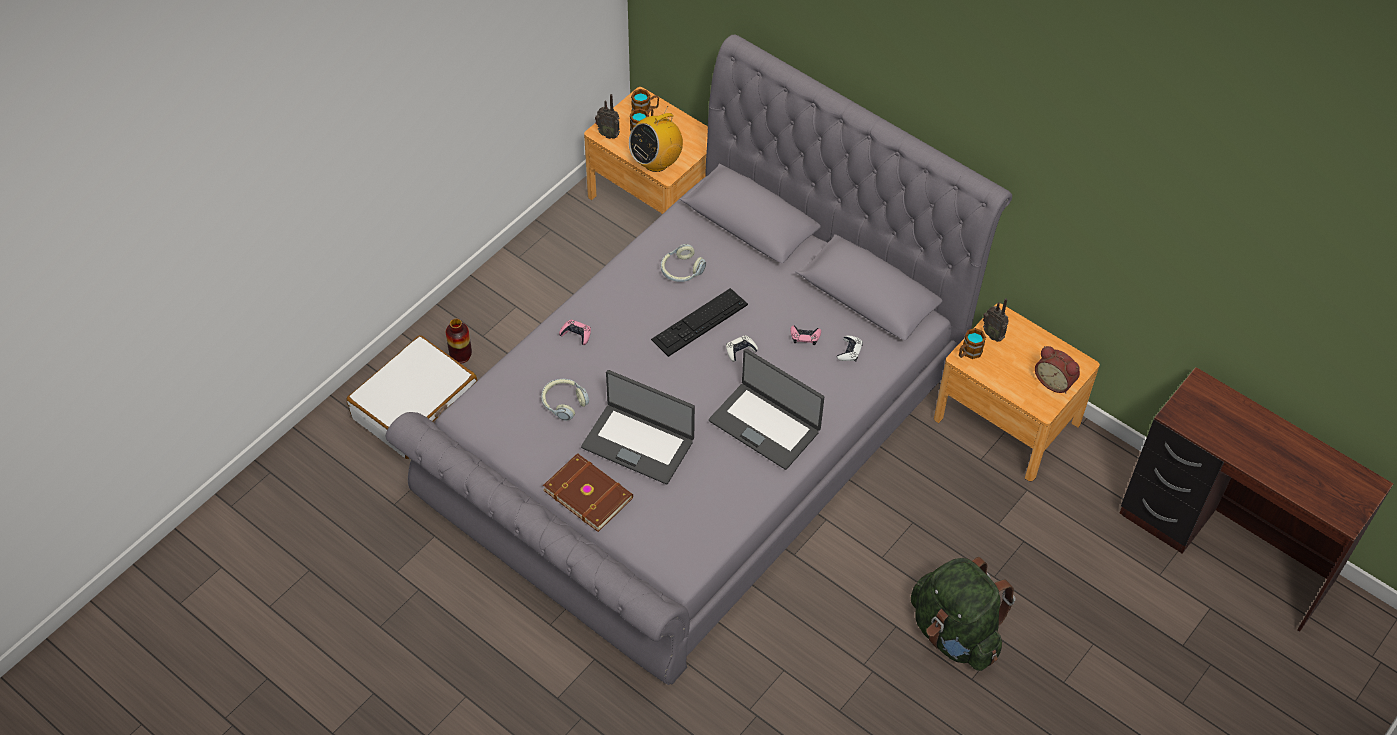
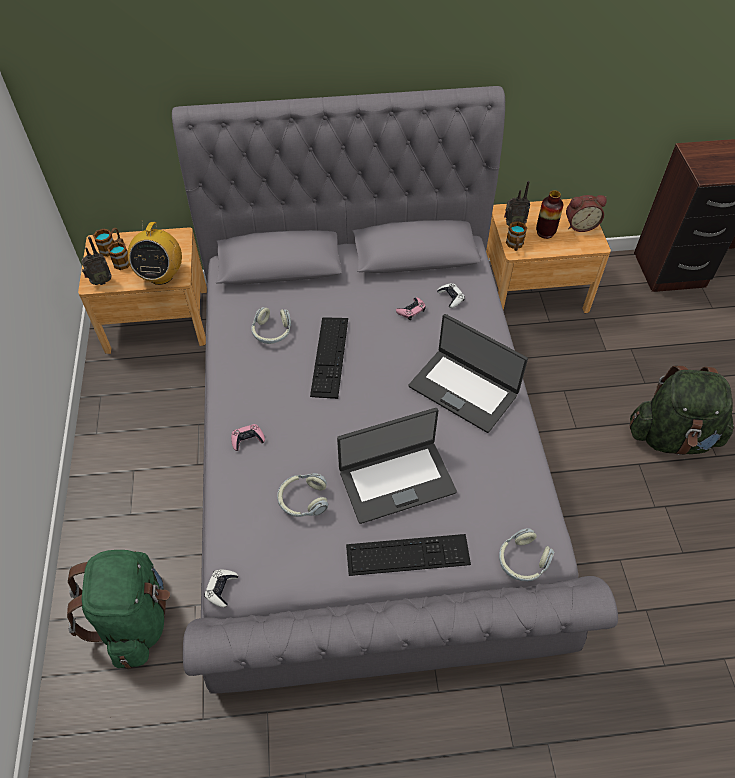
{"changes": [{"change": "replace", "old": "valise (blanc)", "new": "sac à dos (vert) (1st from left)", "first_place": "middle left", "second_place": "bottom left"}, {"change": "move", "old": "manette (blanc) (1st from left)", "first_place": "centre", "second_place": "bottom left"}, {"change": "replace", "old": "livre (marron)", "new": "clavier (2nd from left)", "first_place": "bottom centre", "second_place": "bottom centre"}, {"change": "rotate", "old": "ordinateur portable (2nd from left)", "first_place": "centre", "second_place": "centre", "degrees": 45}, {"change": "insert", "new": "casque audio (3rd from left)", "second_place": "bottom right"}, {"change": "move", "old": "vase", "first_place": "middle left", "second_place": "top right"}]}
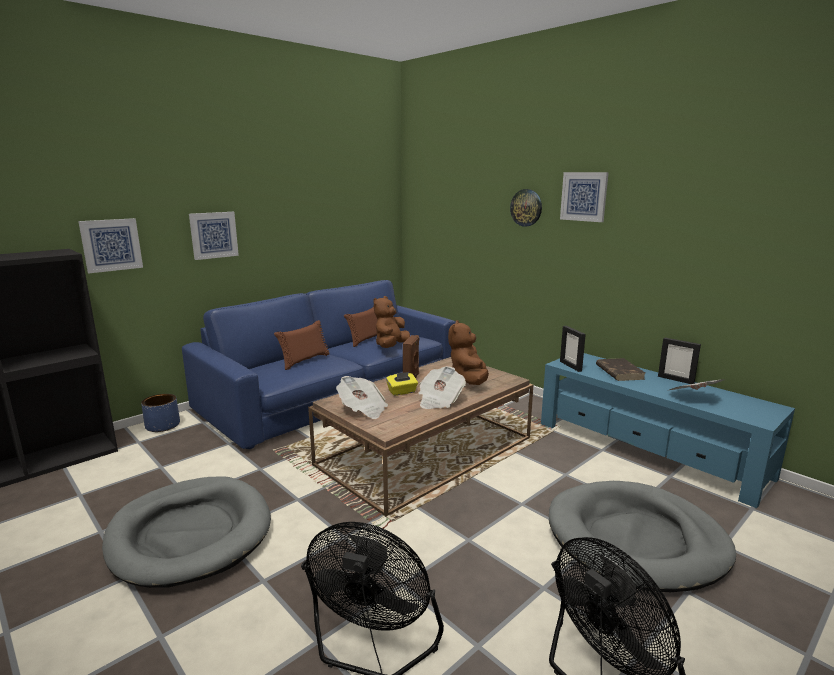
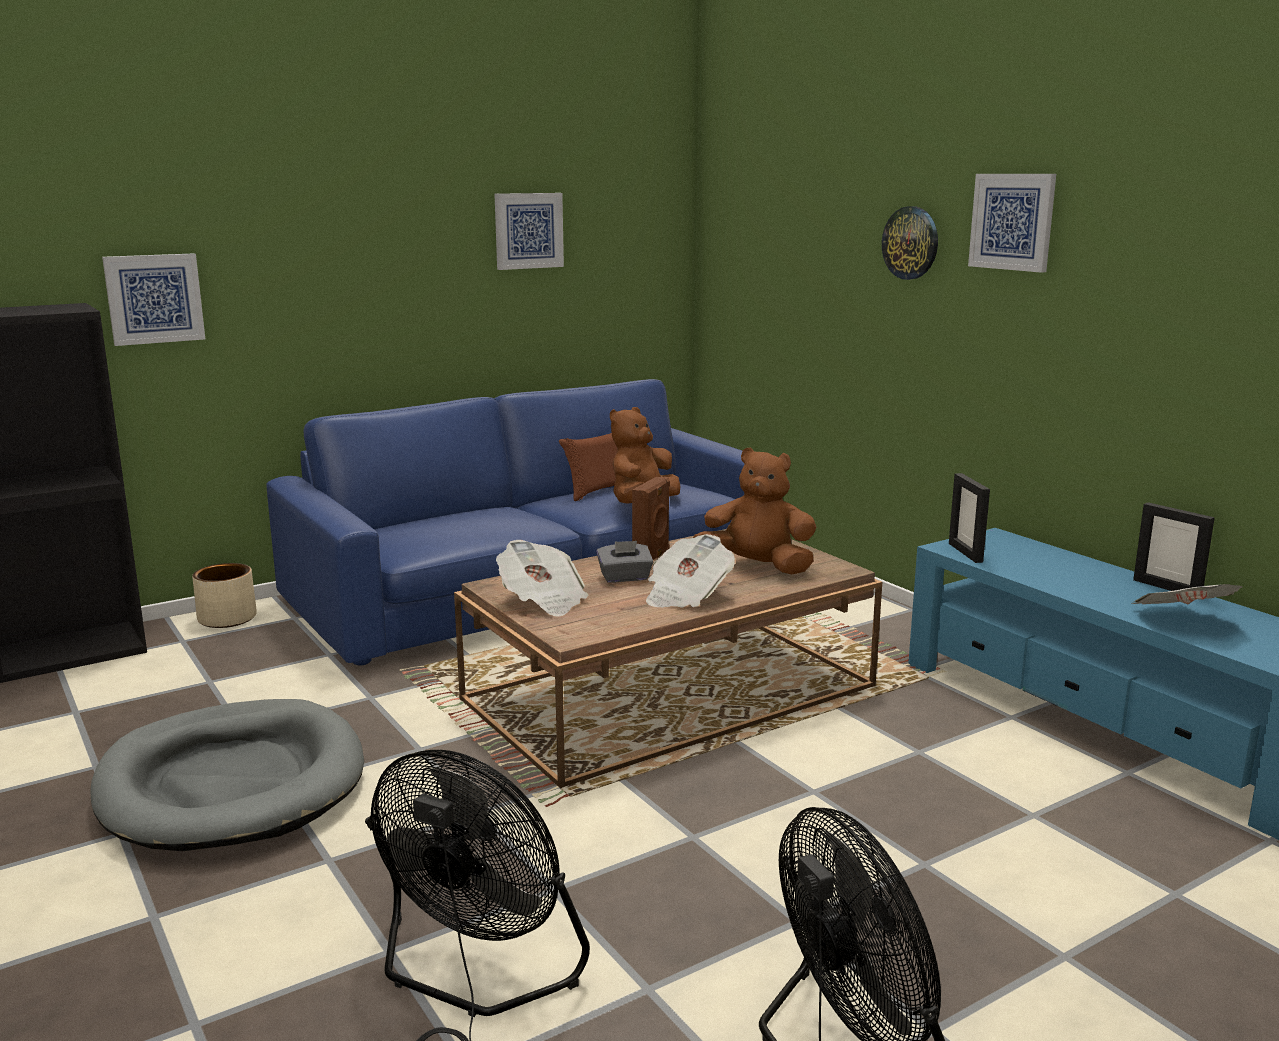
{"changes": [{"change": "recolor", "old": "cache-pot (bleu)", "new": "cache-pot (beige)", "first_place": "middle left", "second_place": "middle left"}, {"change": "move", "old": "tableau (2nd from left)", "first_place": "middle left", "second_place": "top centre"}, {"change": "recolor", "old": "boîte à mouchoirs (jaune)", "new": "boîte à mouchoirs (gris)", "first_place": "centre", "second_place": "centre"}, {"change": "rotate", "old": "peluche (marron) (2nd from left)", "first_place": "centre", "second_place": "centre", "degrees": 90}, {"change": "delete", "old": "coussin (marron) (1st from left)", "first_place": "centre"}, {"change": "delete", "old": "panier pour chien (gris) (2nd from left)", "first_place": "bottom right"}, {"change": "delete", "old": "livre (marron)", "first_place": "middle right"}]}
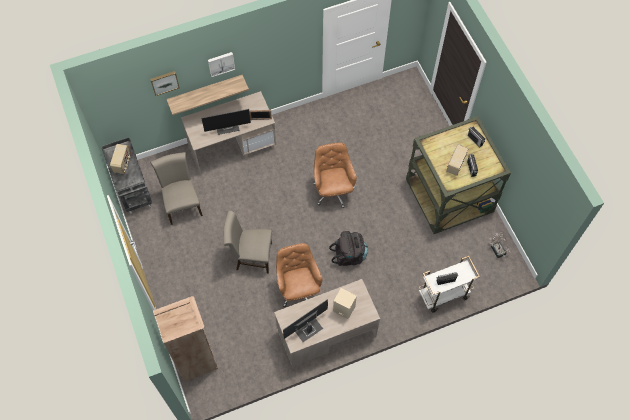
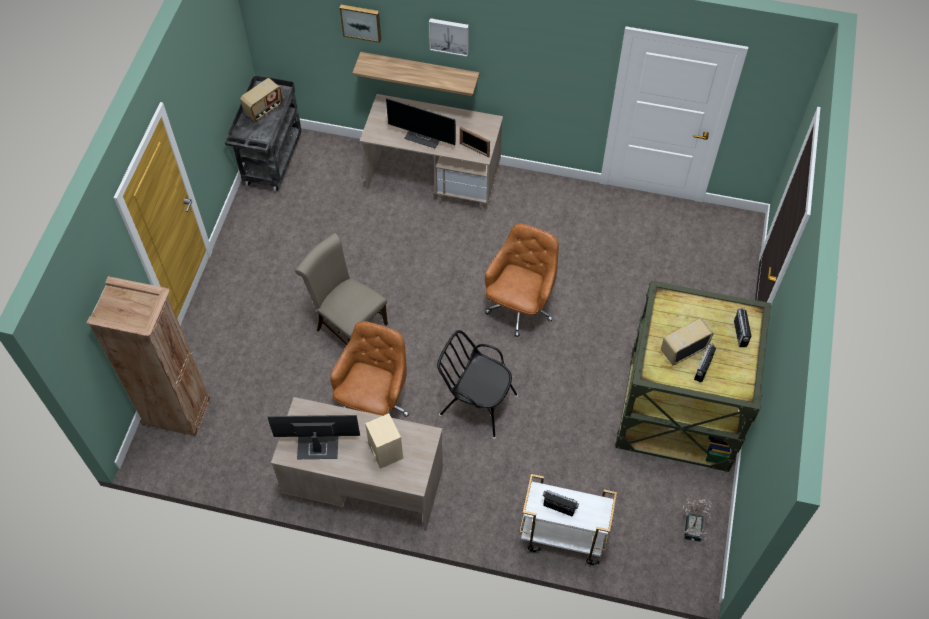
{"changes": [{"change": "replace", "old": "sac à dos (noir)", "new": "chaise (noir)", "first_place": "centre", "second_place": "centre"}, {"change": "delete", "old": "chaise (beige) (1st from left)", "first_place": "middle left"}]}
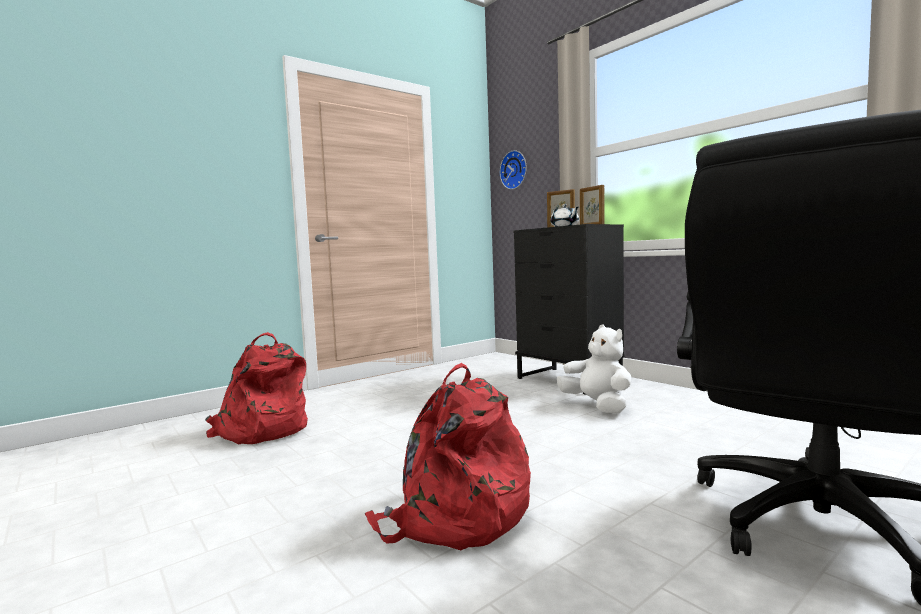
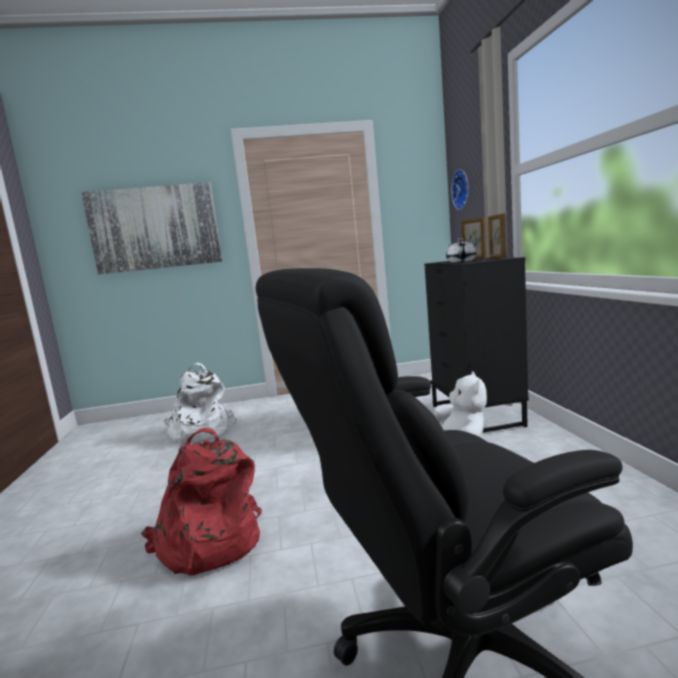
{"changes": [{"change": "insert", "new": "tableau", "second_place": "middle left"}, {"change": "recolor", "old": "sac à dos (rouge) (1st from left)", "new": "sac à dos (blanc)", "first_place": "middle left", "second_place": "middle left"}]}
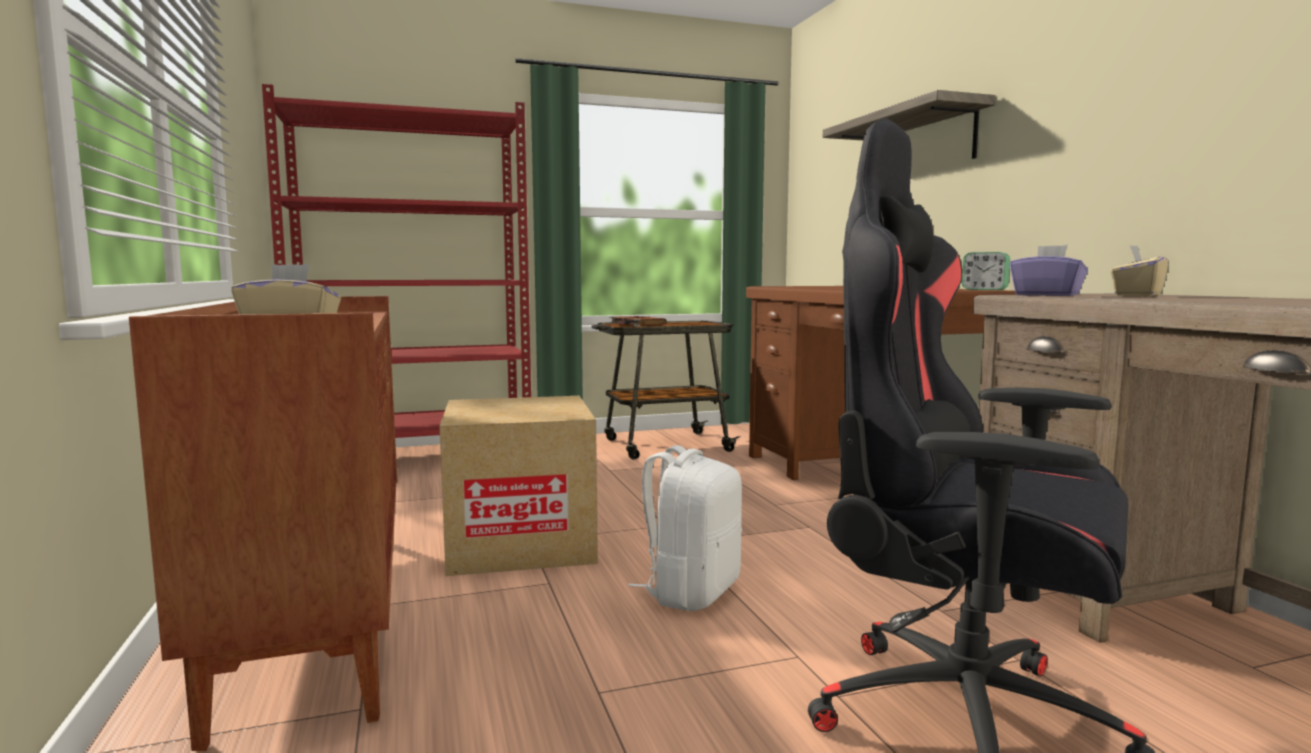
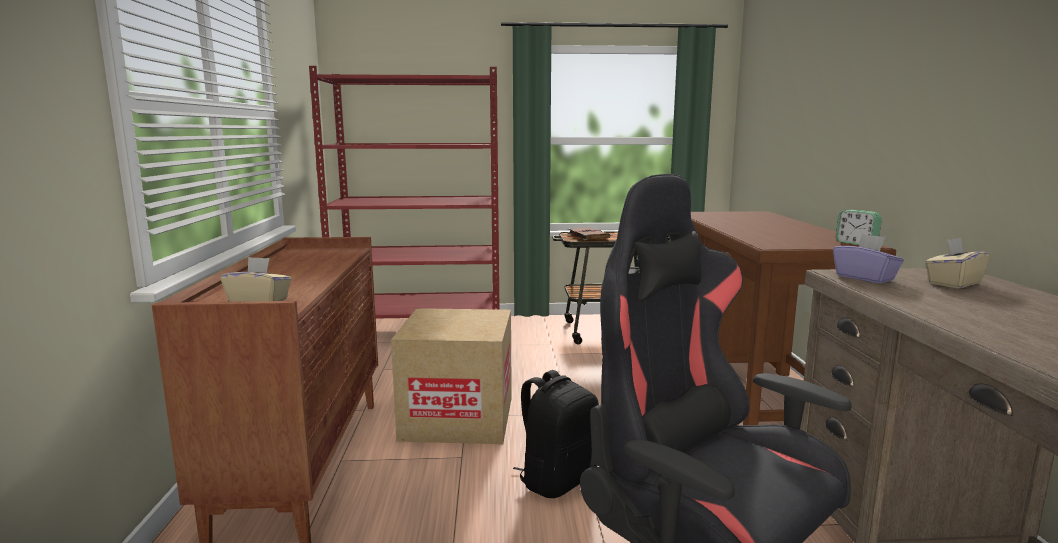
{"changes": [{"change": "recolor", "old": "sac à dos (blanc)", "new": "sac à dos (noir)", "first_place": "bottom centre", "second_place": "bottom centre"}, {"change": "delete", "old": "étagère", "first_place": "top right"}]}
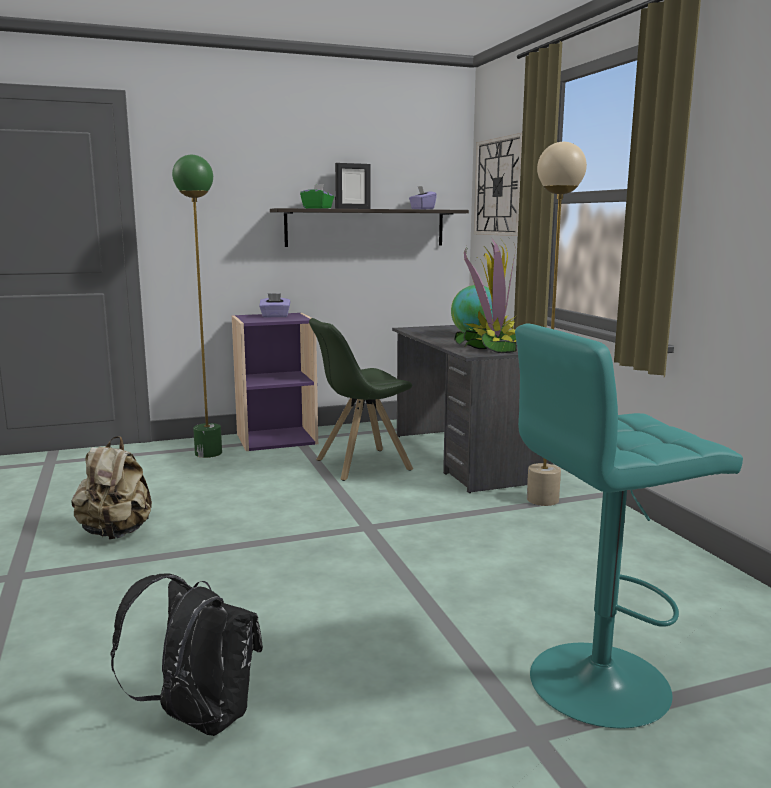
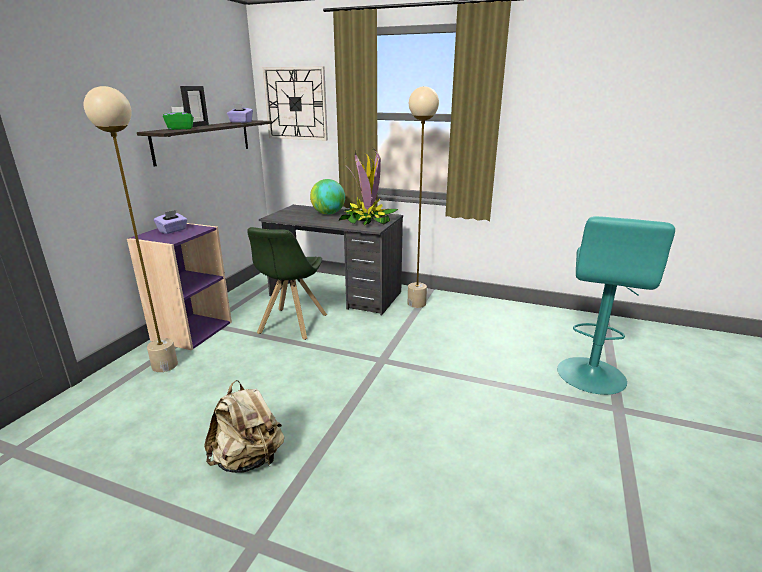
{"changes": [{"change": "recolor", "old": "lampadaire (vert)", "new": "lampadaire (beige) (1st from left)", "first_place": "middle left", "second_place": "middle left"}, {"change": "delete", "old": "sac à dos (noir)", "first_place": "bottom left"}]}
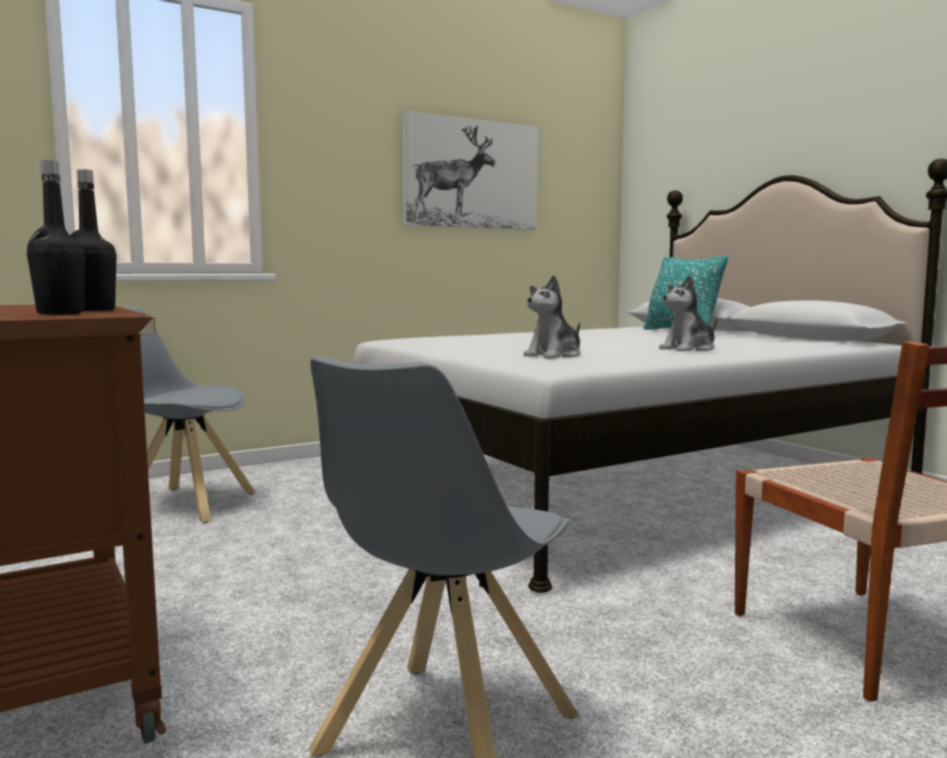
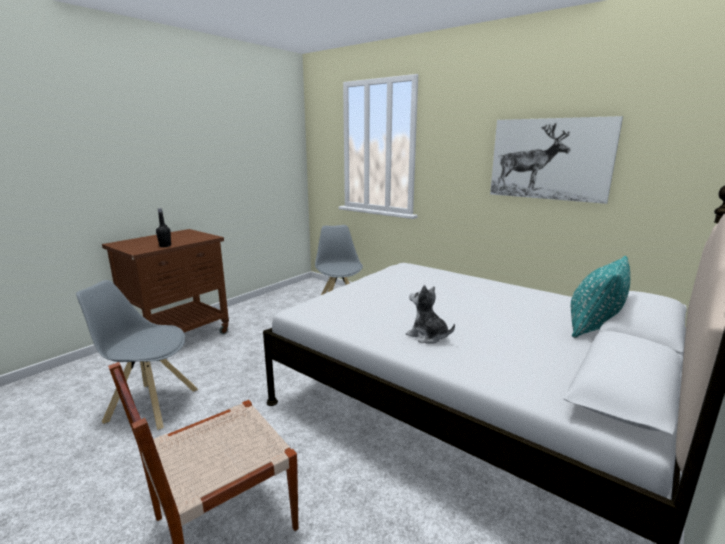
{"changes": [{"change": "delete", "old": "bouteille (noir) (1st from left)", "first_place": "top left"}, {"change": "delete", "old": "peluche (1st from left)", "first_place": "centre"}]}
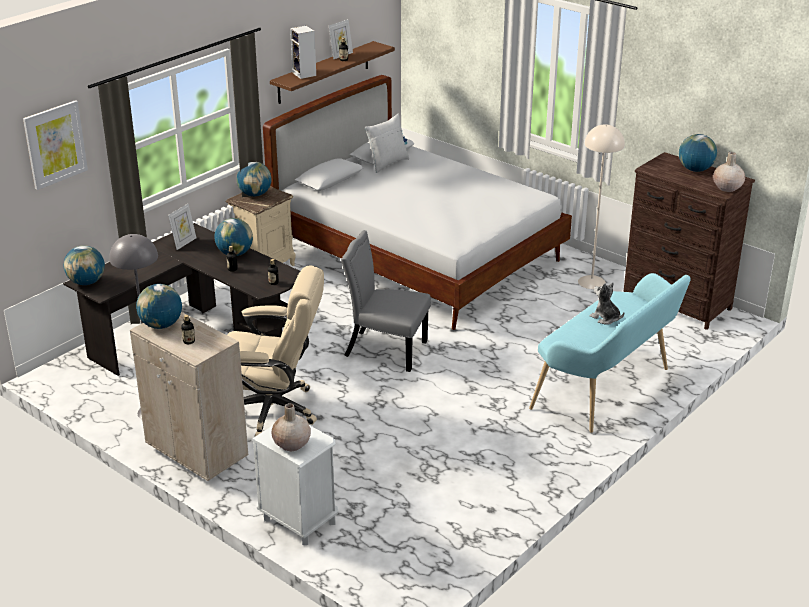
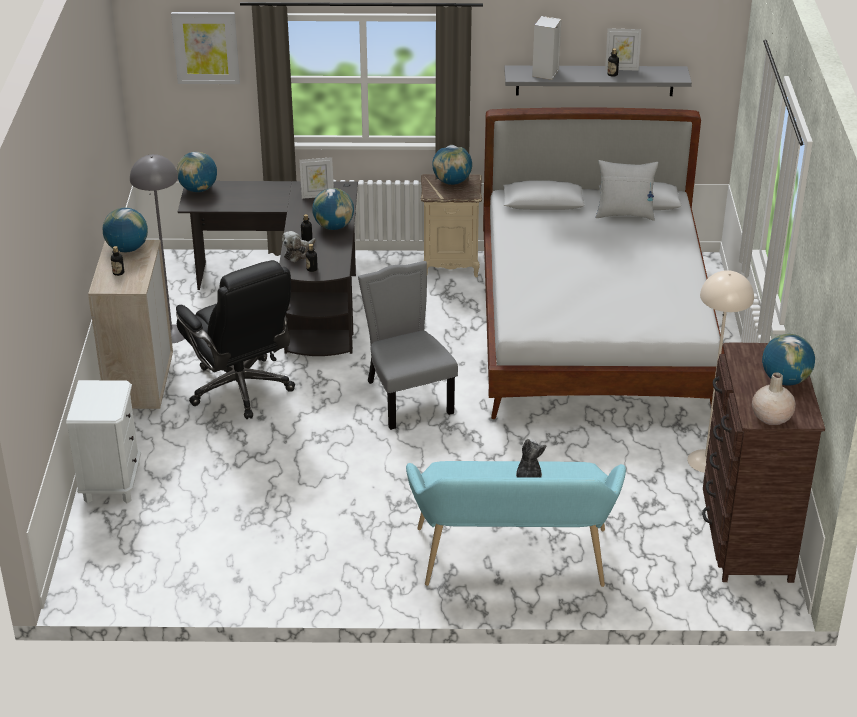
{"changes": [{"change": "recolor", "old": "chaise de bureau (beige)", "new": "chaise de bureau (noir)", "first_place": "centre", "second_place": "middle left"}, {"change": "insert", "new": "peluche (1st from left)", "second_place": "centre"}, {"change": "recolor", "old": "étagère (marron)", "new": "étagère (gris)", "first_place": "top centre", "second_place": "top right"}, {"change": "delete", "old": "vase (beige) (1st from left)", "first_place": "bottom centre"}]}
